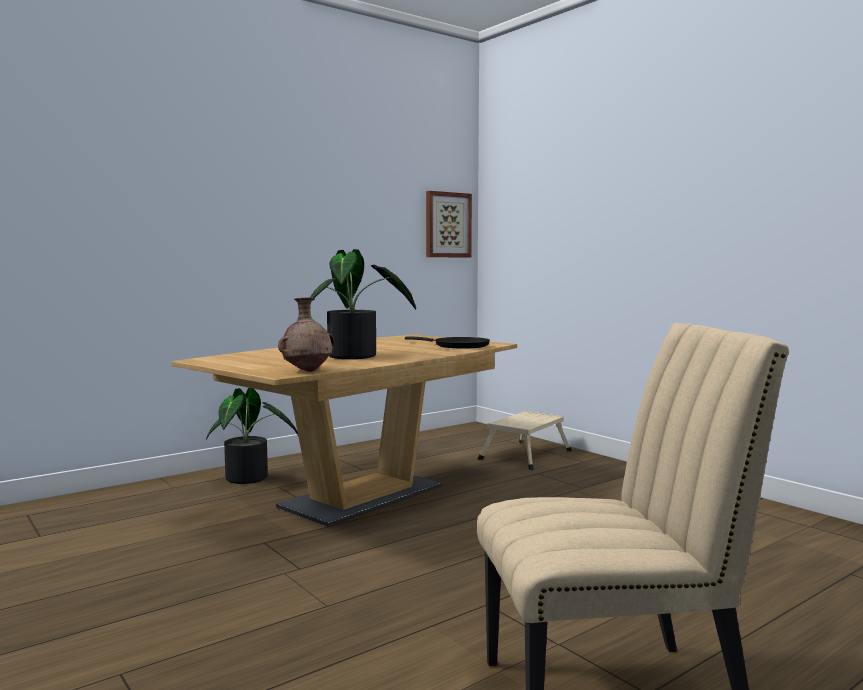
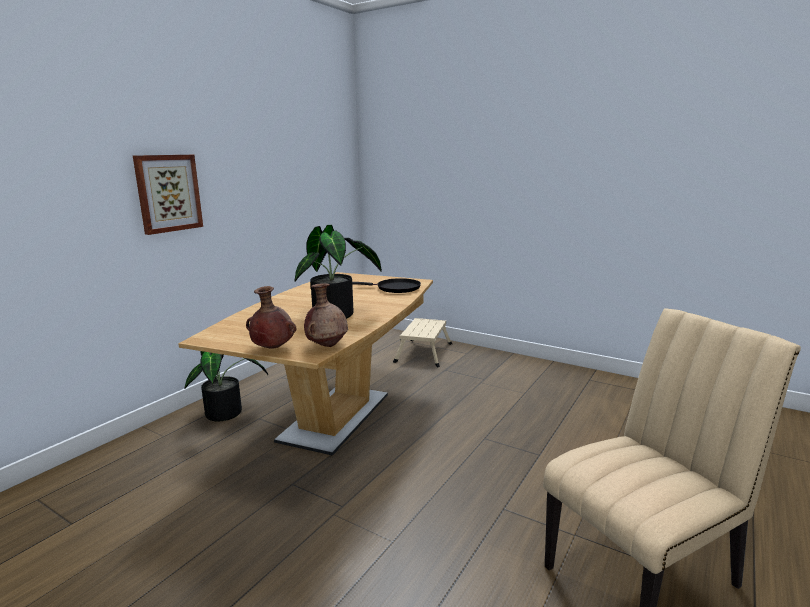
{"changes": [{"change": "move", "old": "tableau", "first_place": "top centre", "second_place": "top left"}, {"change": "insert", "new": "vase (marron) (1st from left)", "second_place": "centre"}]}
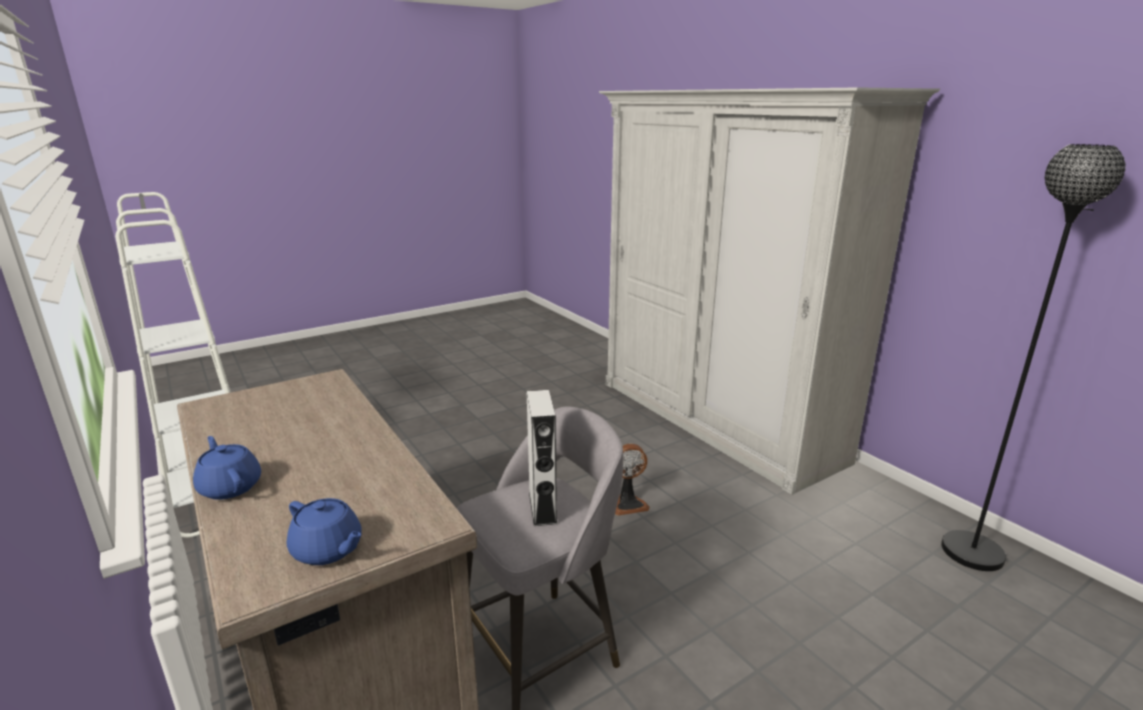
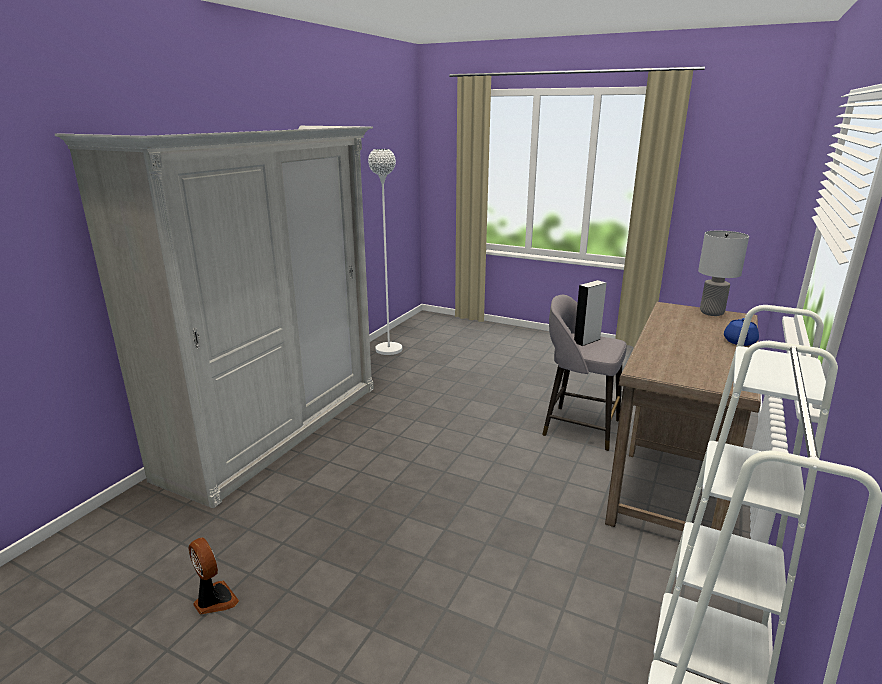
{"changes": [{"change": "move", "old": "ventilateur", "first_place": "bottom centre", "second_place": "bottom left"}, {"change": "recolor", "old": "lampadaire (noir)", "new": "lampadaire (blanc)", "first_place": "middle right", "second_place": "centre"}, {"change": "replace", "old": "théière (bleu) (2nd from left)", "new": "lampe de table (gris)", "first_place": "bottom left", "second_place": "middle right"}]}
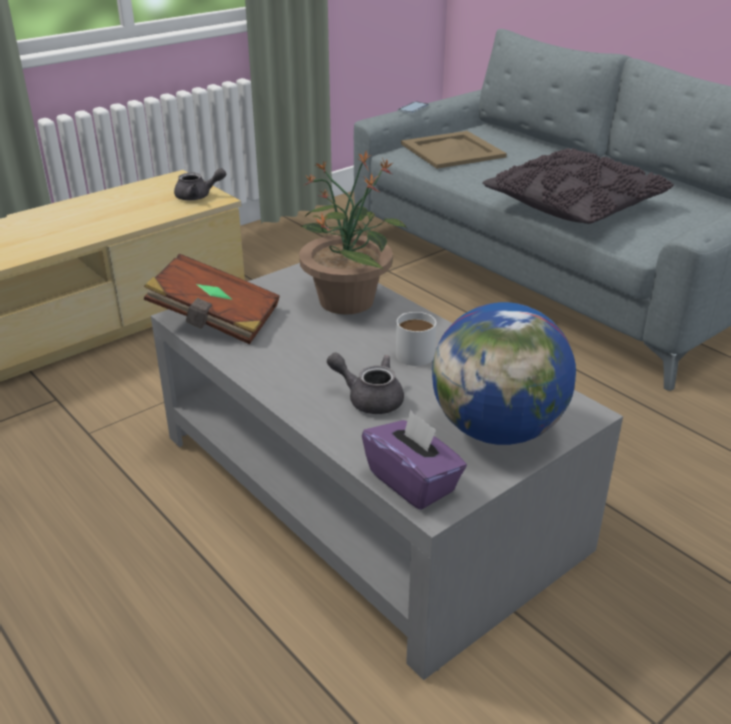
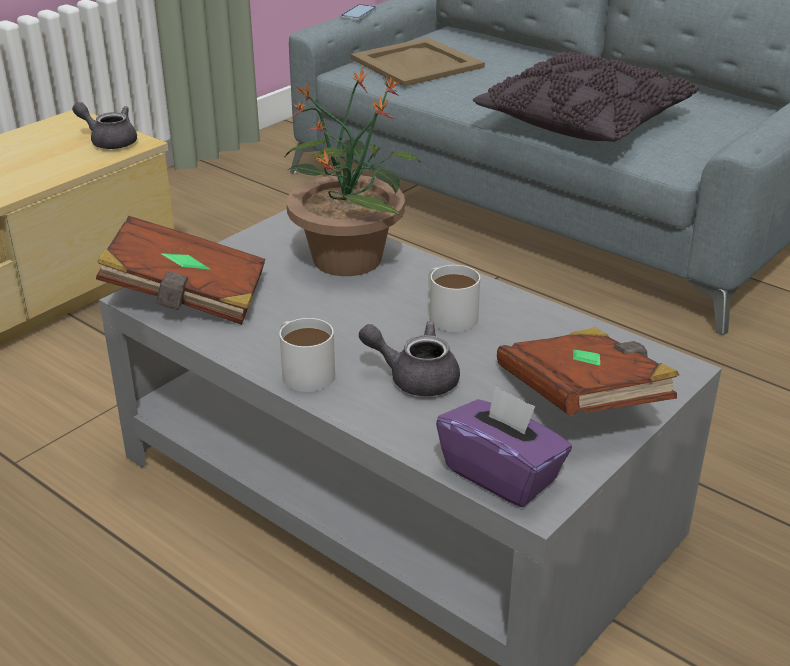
{"changes": [{"change": "rotate", "old": "théière (gris) (1st from left)", "first_place": "top left", "second_place": "top left", "degrees": -135}, {"change": "insert", "new": "mug (blanc) (1st from left)", "second_place": "centre"}, {"change": "replace", "old": "globe", "new": "livre (marron) (2nd from left)", "first_place": "middle right", "second_place": "middle right"}]}
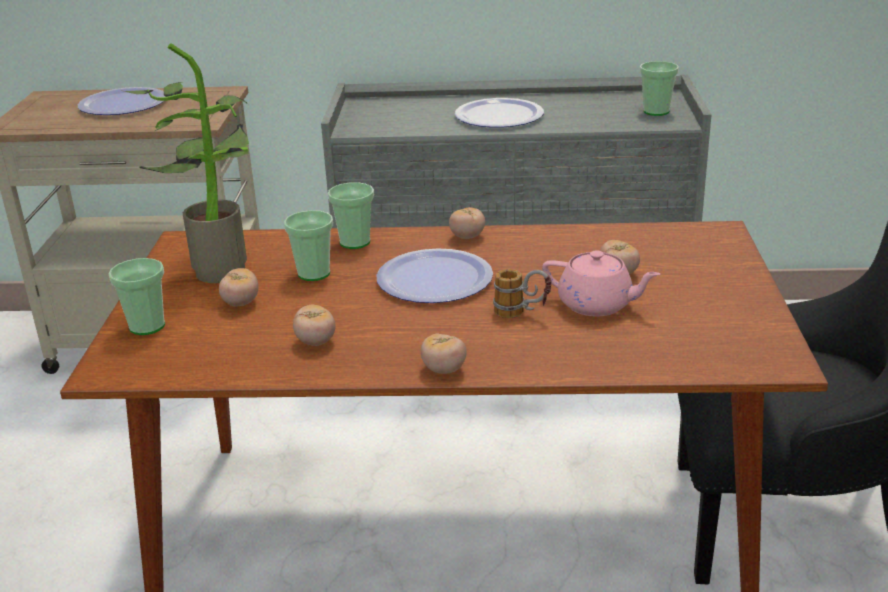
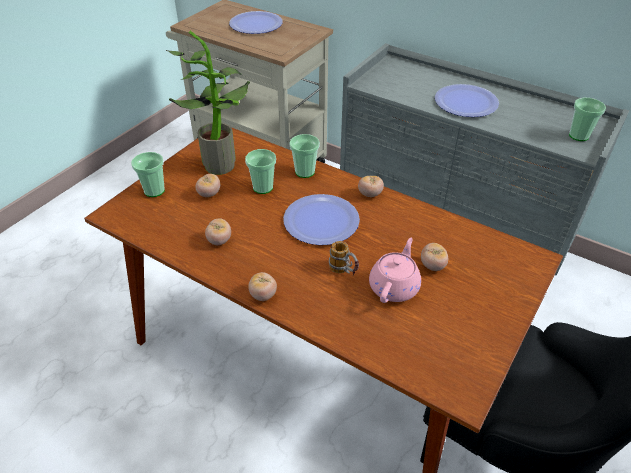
{"changes": [{"change": "rotate", "old": "théière (rose)", "first_place": "middle right", "second_place": "centre", "degrees": -120}]}
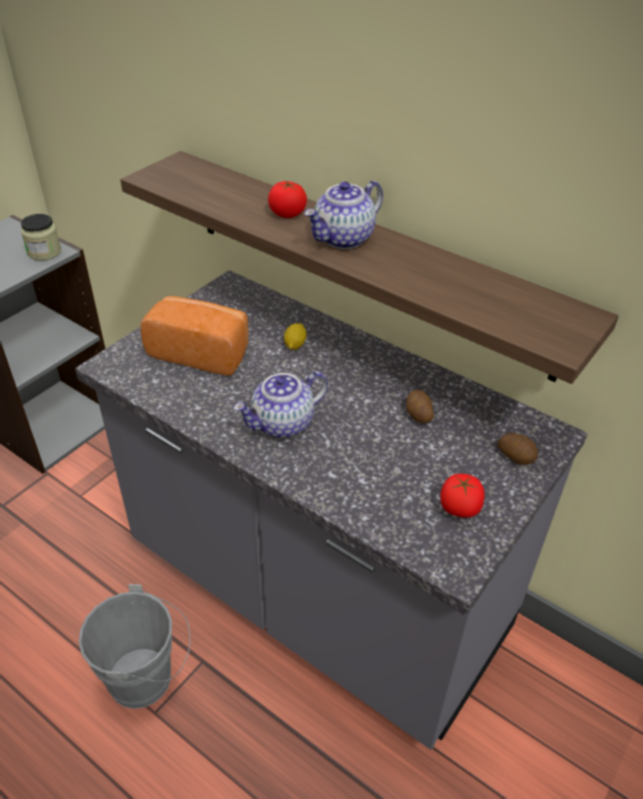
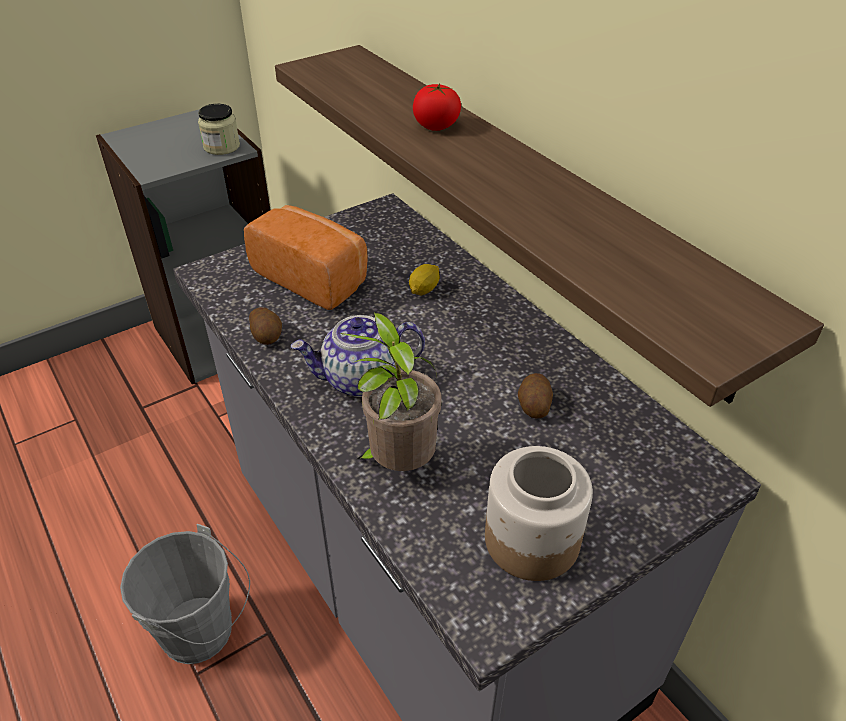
{"changes": [{"change": "move", "old": "pomme de terre (2nd from left in the first image)", "new": "pomme de terre (1st from left)", "first_place": "middle right", "second_place": "middle left"}, {"change": "insert", "new": "plante en pot", "second_place": "centre"}, {"change": "replace", "old": "tomate (2nd from left)", "new": "bocal (2nd from left)", "first_place": "middle right", "second_place": "bottom centre"}, {"change": "delete", "old": "théière (2nd from left)", "first_place": "top centre"}]}
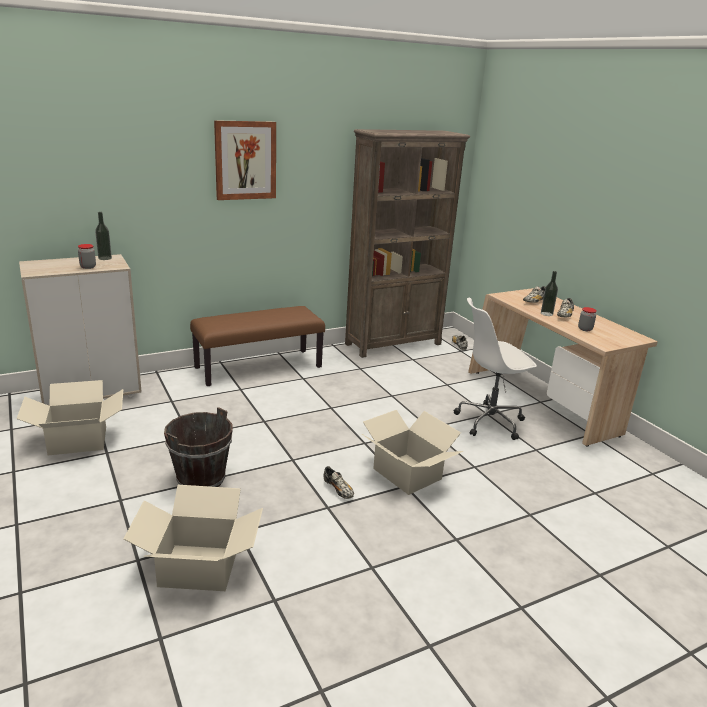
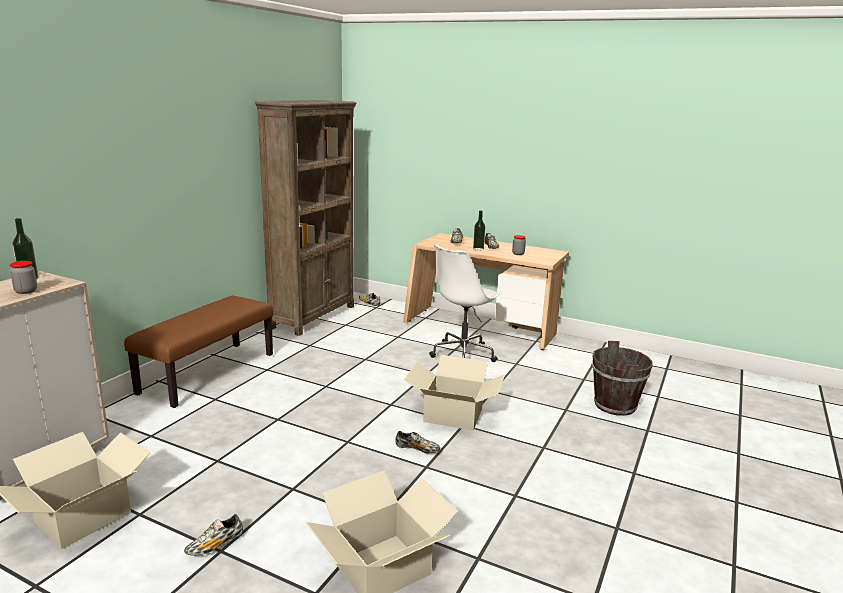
{"changes": [{"change": "insert", "new": "chaussure (1st from left)", "second_place": "bottom left"}, {"change": "move", "old": "seau (marron)", "first_place": "middle left", "second_place": "middle right"}, {"change": "delete", "old": "tableau", "first_place": "top centre"}]}
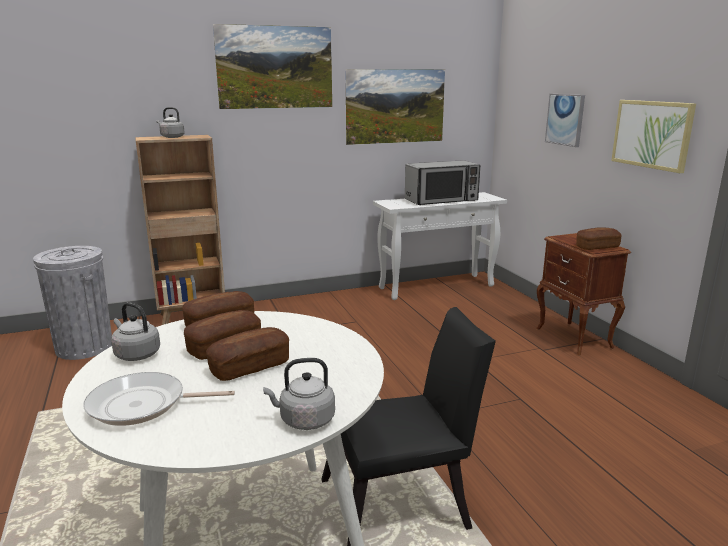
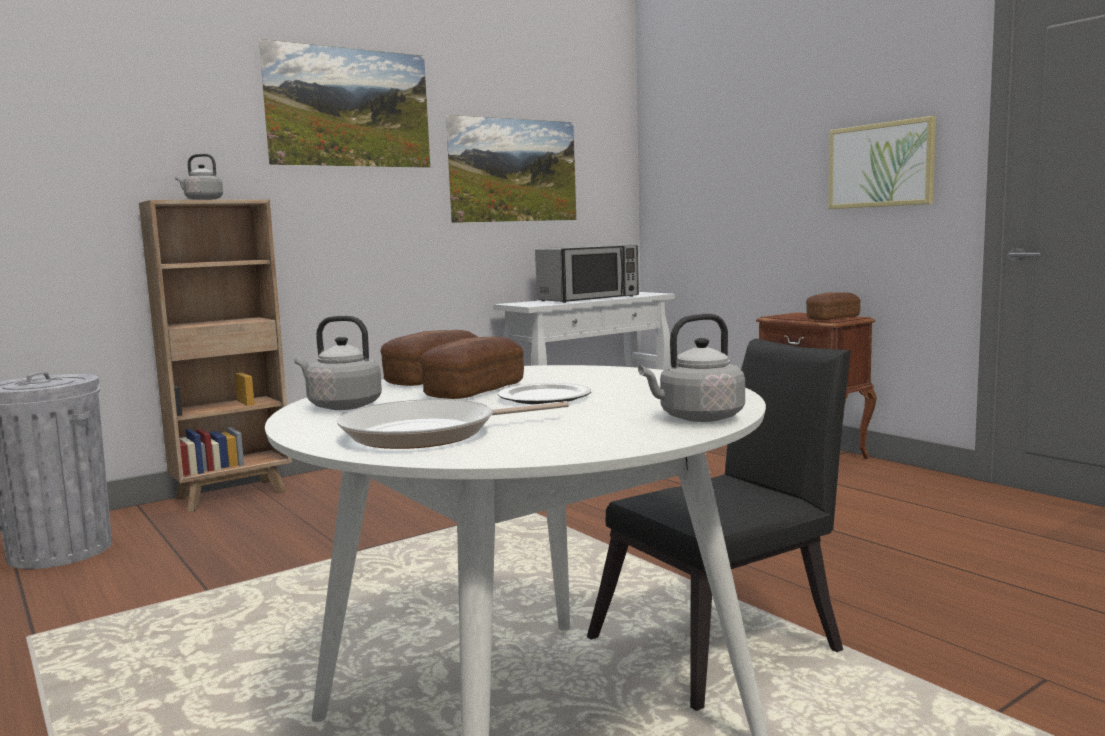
{"changes": [{"change": "replace", "old": "pain (3rd from left)", "new": "assiette", "first_place": "centre", "second_place": "centre"}, {"change": "delete", "old": "tableau (3rd from left)", "first_place": "top right"}]}
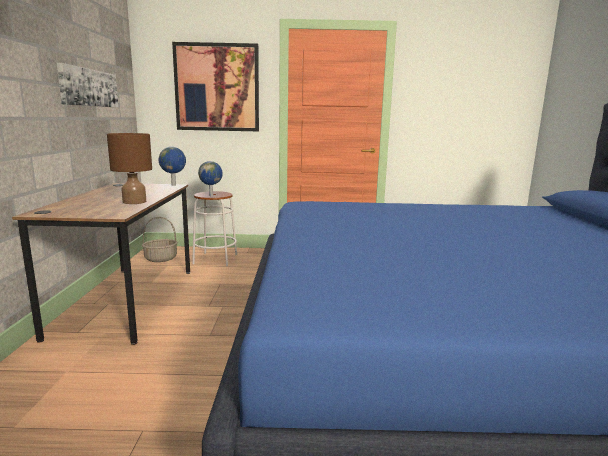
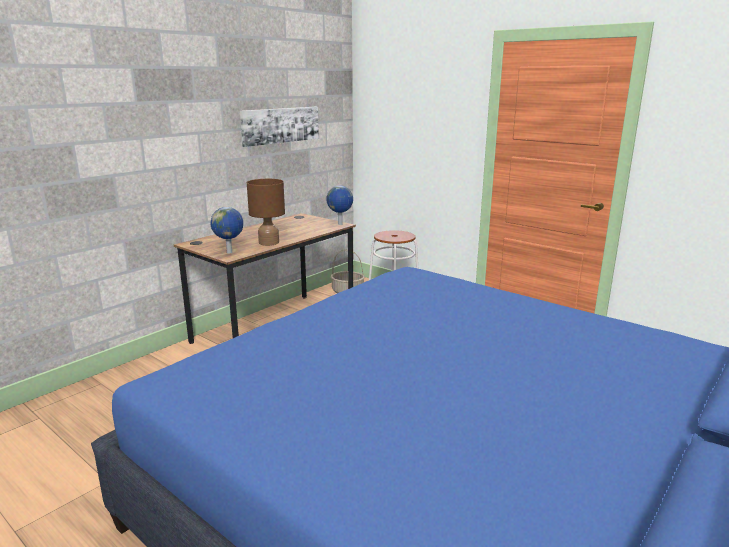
{"changes": [{"change": "move", "old": "globe (2nd from left in the first image)", "new": "globe (1st from left)", "first_place": "centre", "second_place": "middle left"}, {"change": "delete", "old": "tableau (2nd from left)", "first_place": "top centre"}]}
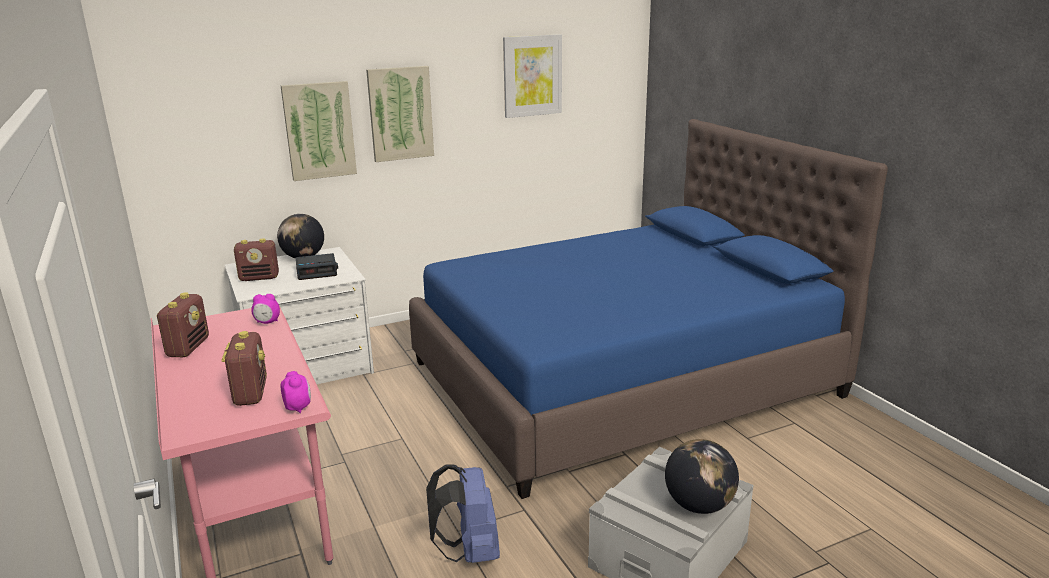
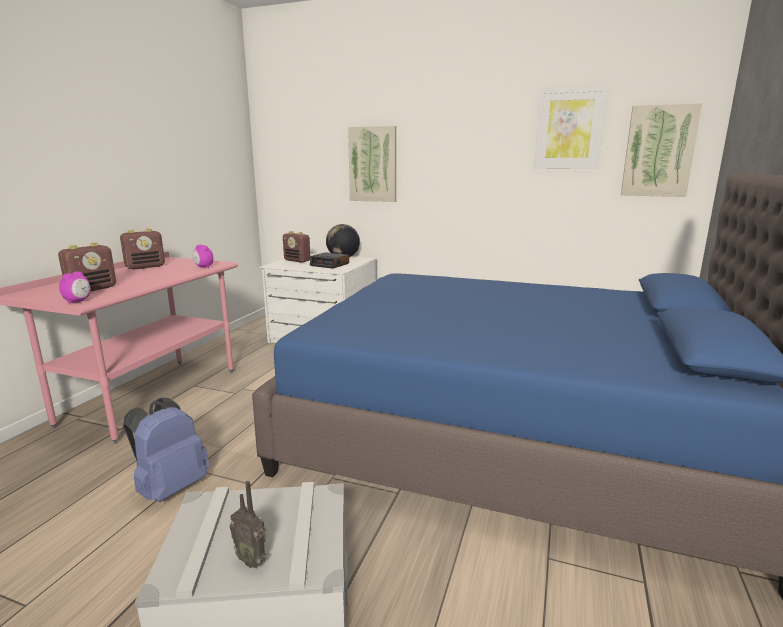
{"changes": [{"change": "replace", "old": "globe (2nd from left)", "new": "radio (3rd from left)", "first_place": "bottom right", "second_place": "bottom left"}, {"change": "move", "old": "tableau (2nd from left in the first image)", "new": "tableau (3rd from left)", "first_place": "top centre", "second_place": "top right"}]}
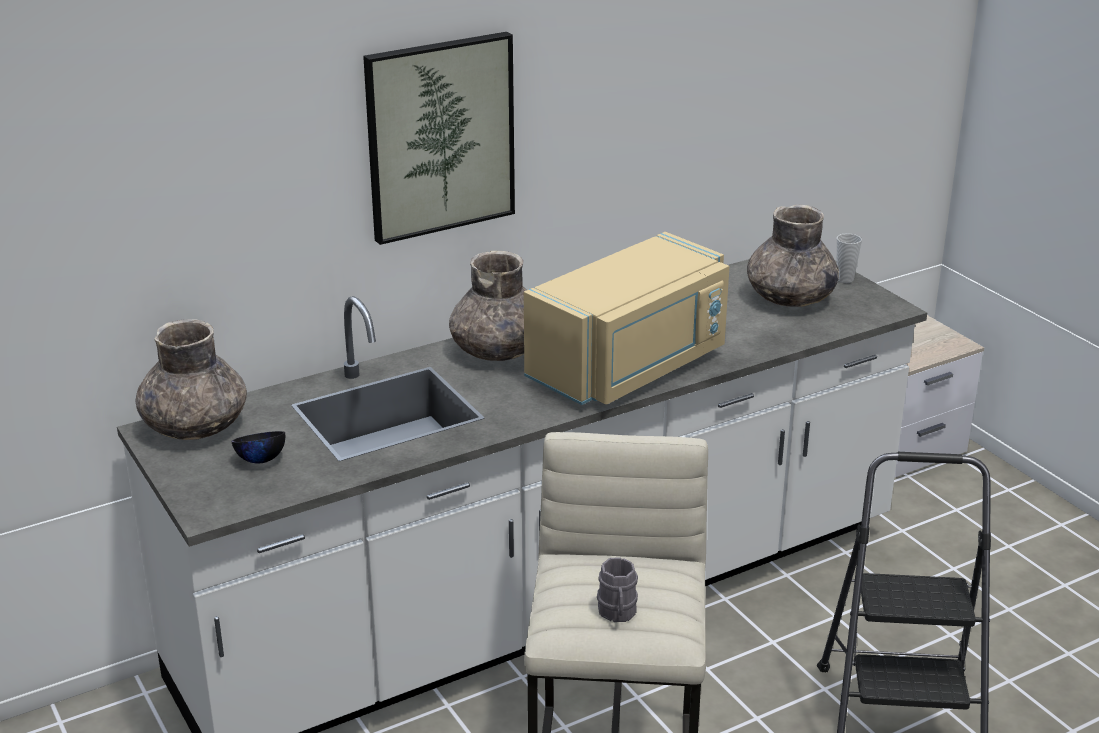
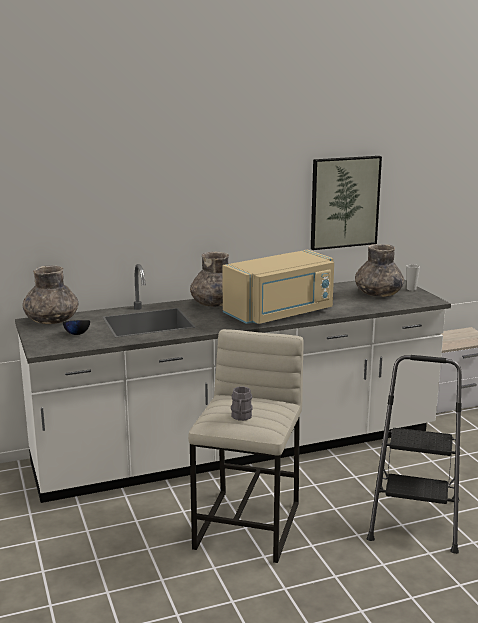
{"changes": [{"change": "move", "old": "tableau", "first_place": "top centre", "second_place": "top right"}]}
